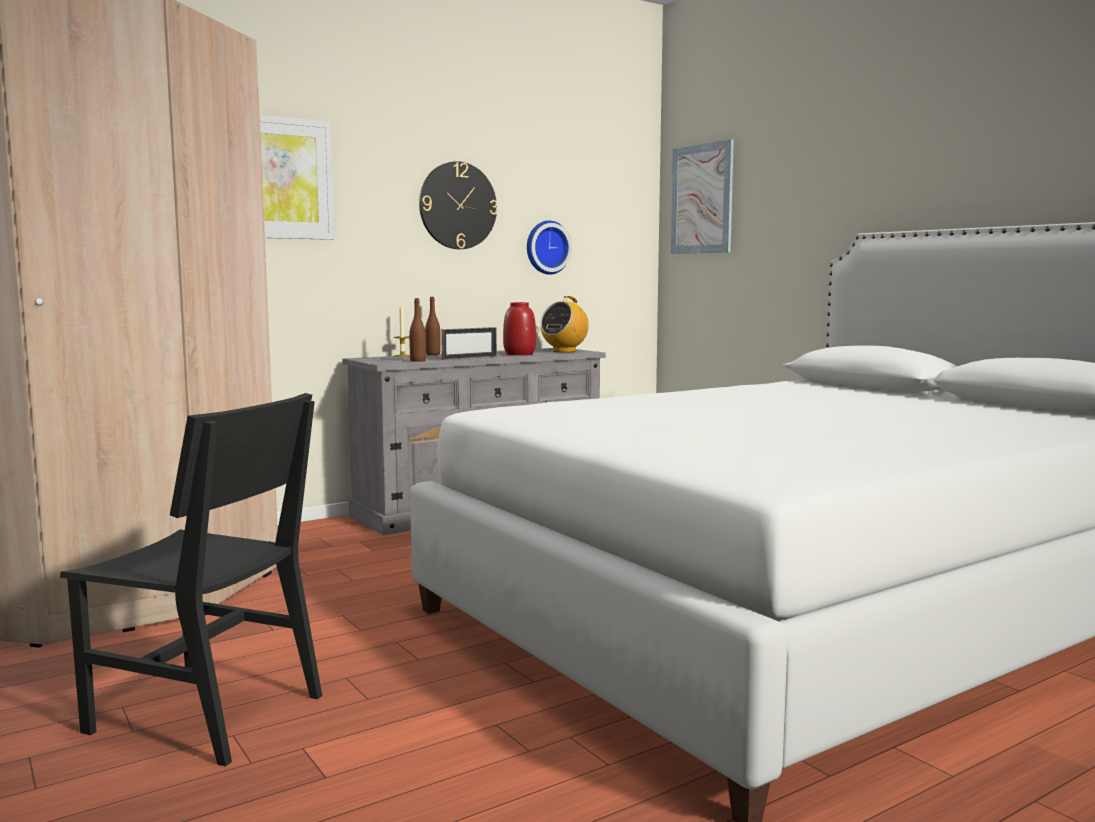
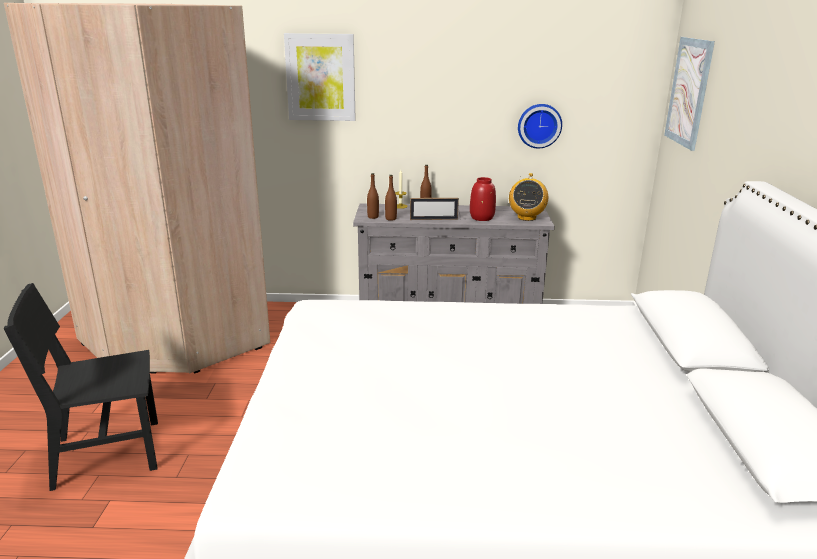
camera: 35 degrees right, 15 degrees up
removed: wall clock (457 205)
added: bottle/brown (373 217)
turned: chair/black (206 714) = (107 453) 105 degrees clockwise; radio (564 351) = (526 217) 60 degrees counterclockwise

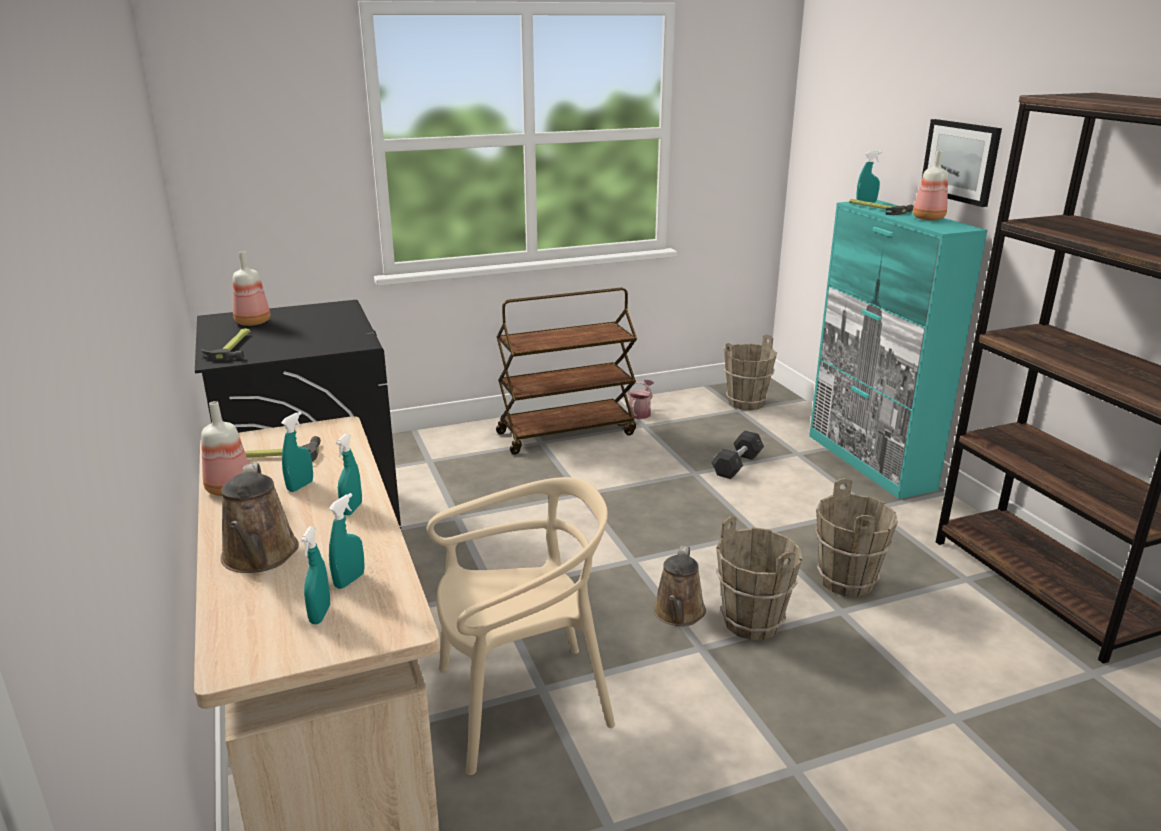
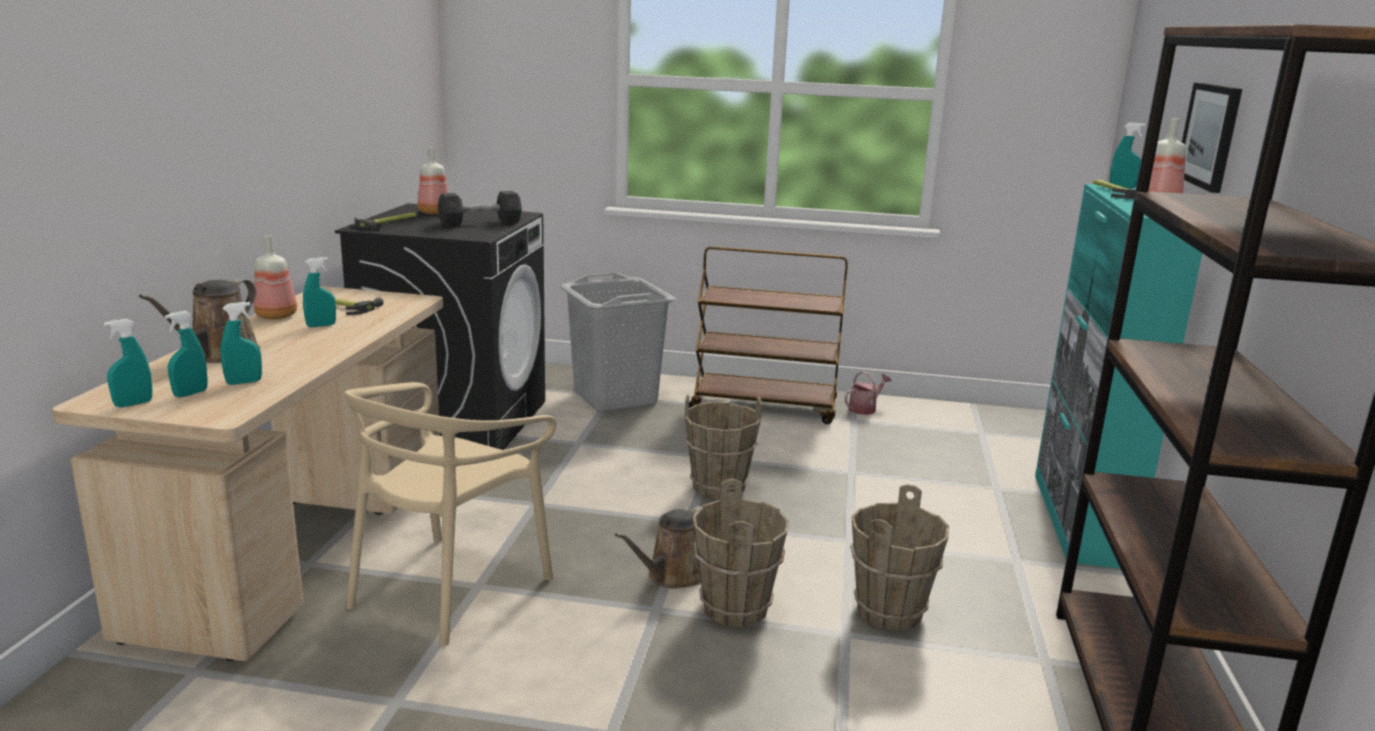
camera: 30 degrees right, 5 degrees down
added: laundry basket/grey (616 397)
moved: spray bottle/turquoise (352 509) to (133 404); dumbbell/grey (737 465) to (480 223); bucket/brown (746 403) to (719 488)
turned: chair/beige (522 703) = (449 588) 105 degrees clockwise

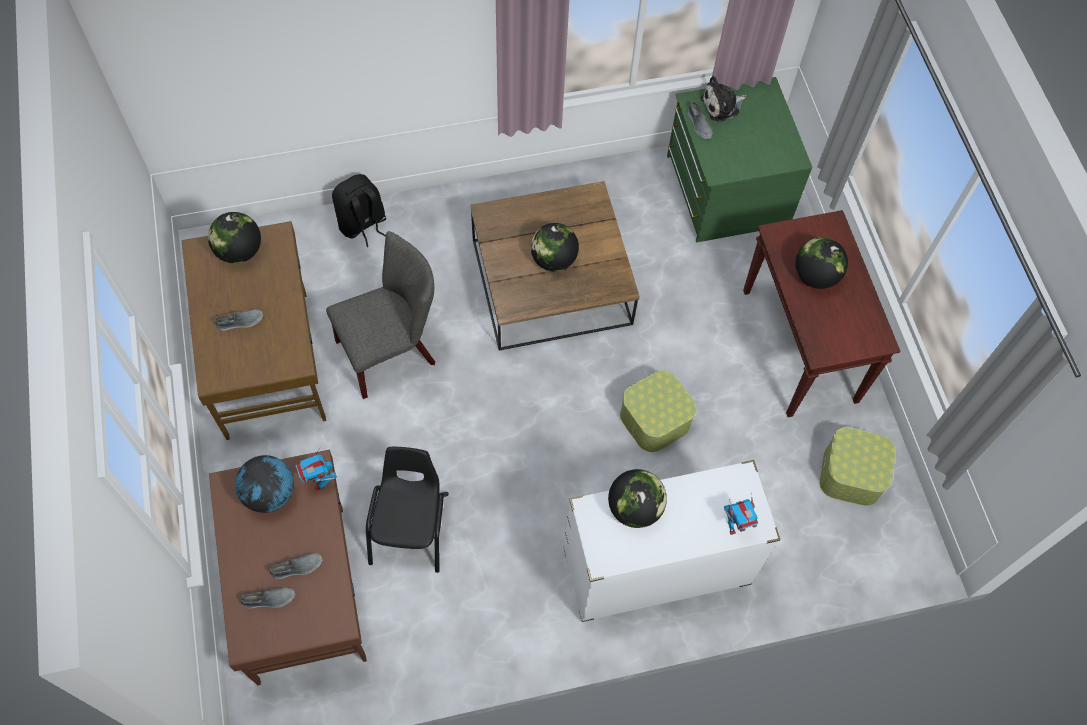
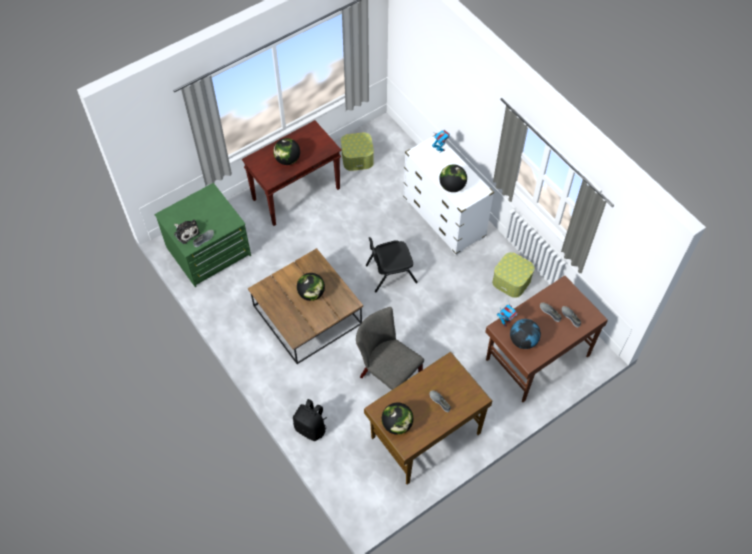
camera: 110 degrees left, 5 degrees down
moved: chair/black (411 528) to (390 273); storage box (654 419) to (511 280)

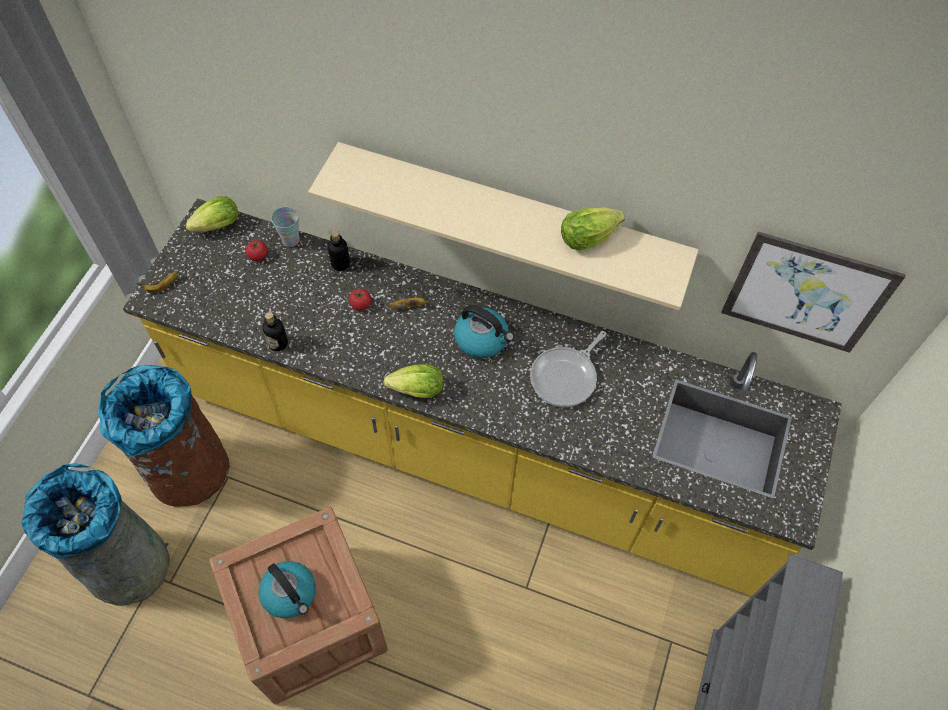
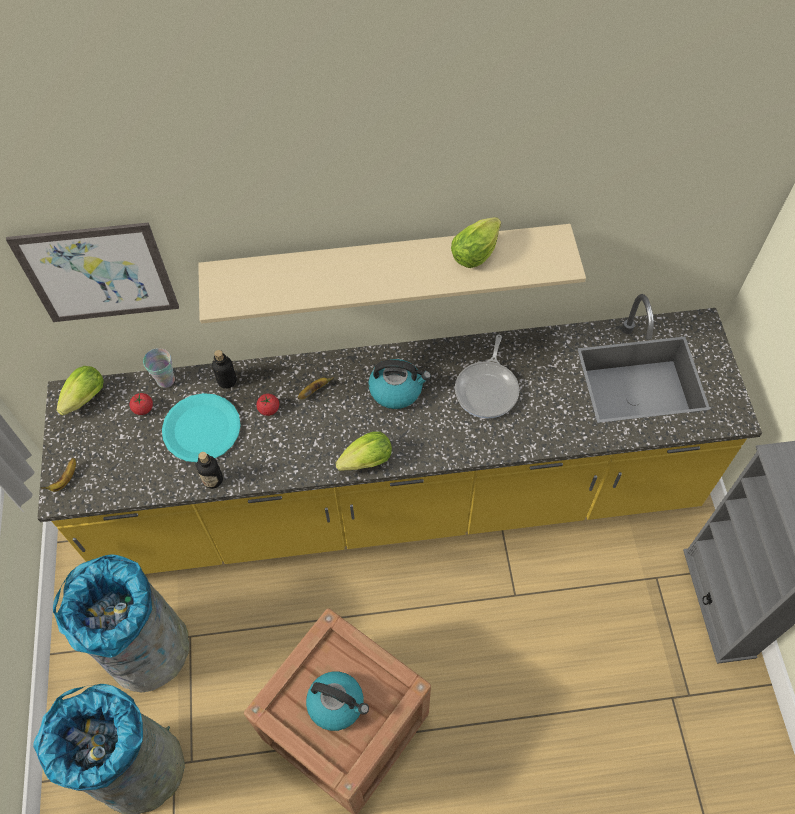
camera: 25 degrees left, 0 degrees up
added: plate/turquoise (201 429)
moved: picture (806 293) to (98 273)
recoloured: trash can/brown (188 471) to trash can/grey (147 650)

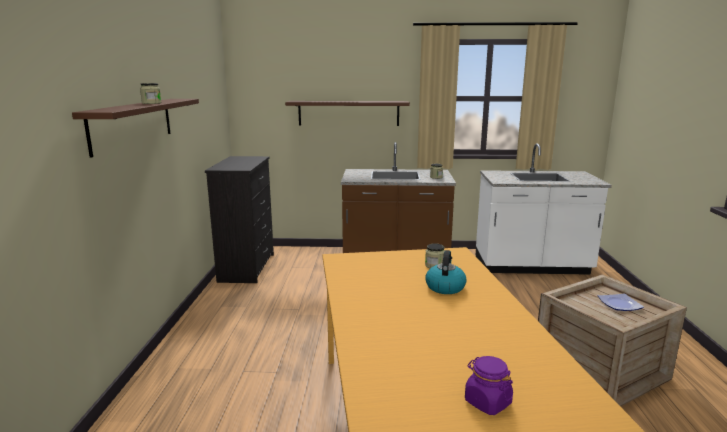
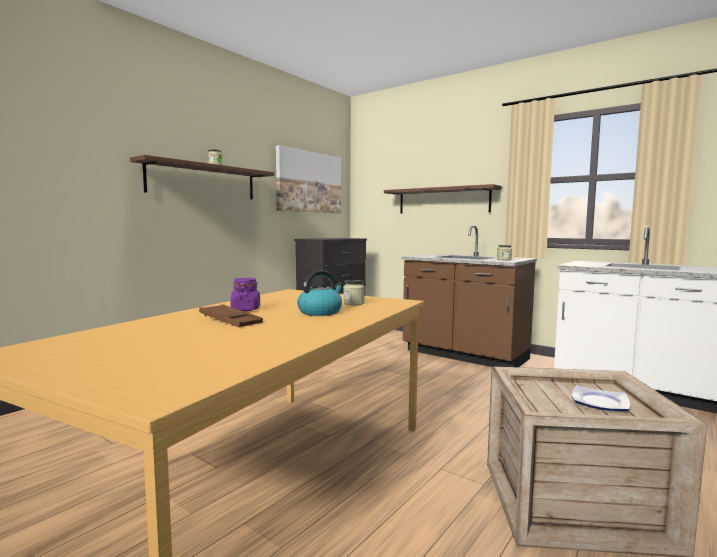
camera: 35 degrees right, 10 degrees down
added: tray/brown (230 321); picture (309 182)
moved: jar/purple (487 402) to (245 309)

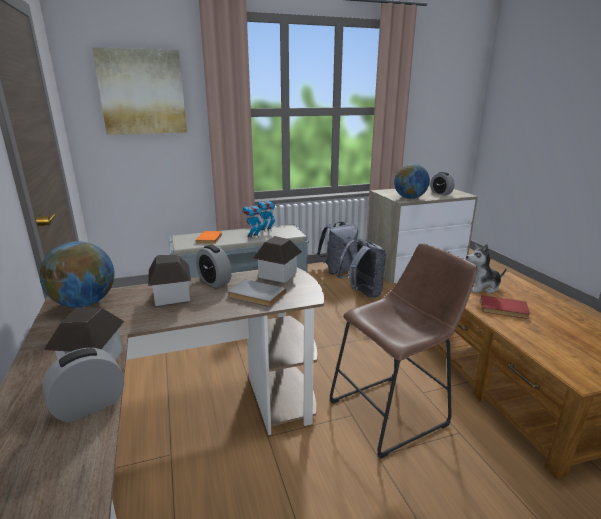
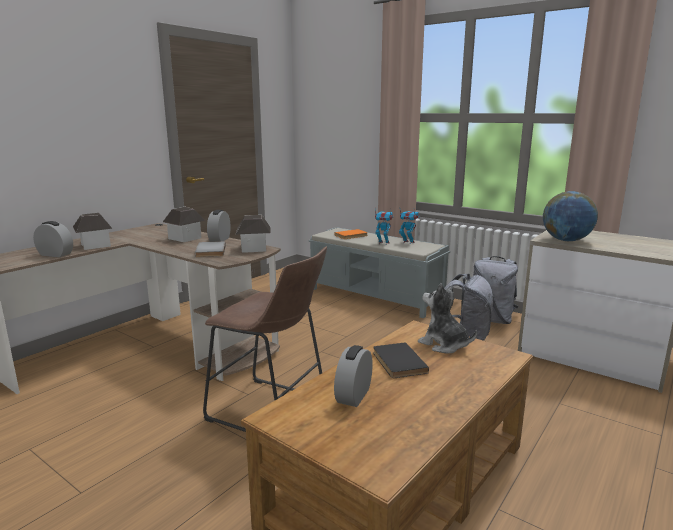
camera: 55 degrees right, 5 degrees down
removed: globe (84 303); picture (142 92)
moved: alarm clock (441 193) to (353 396)
recoloured: book/red (503 309) to book/black (397 362)

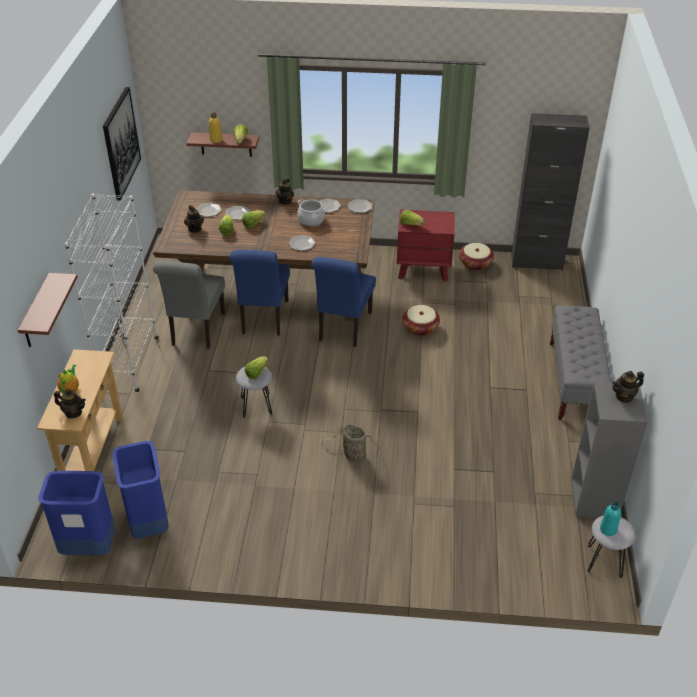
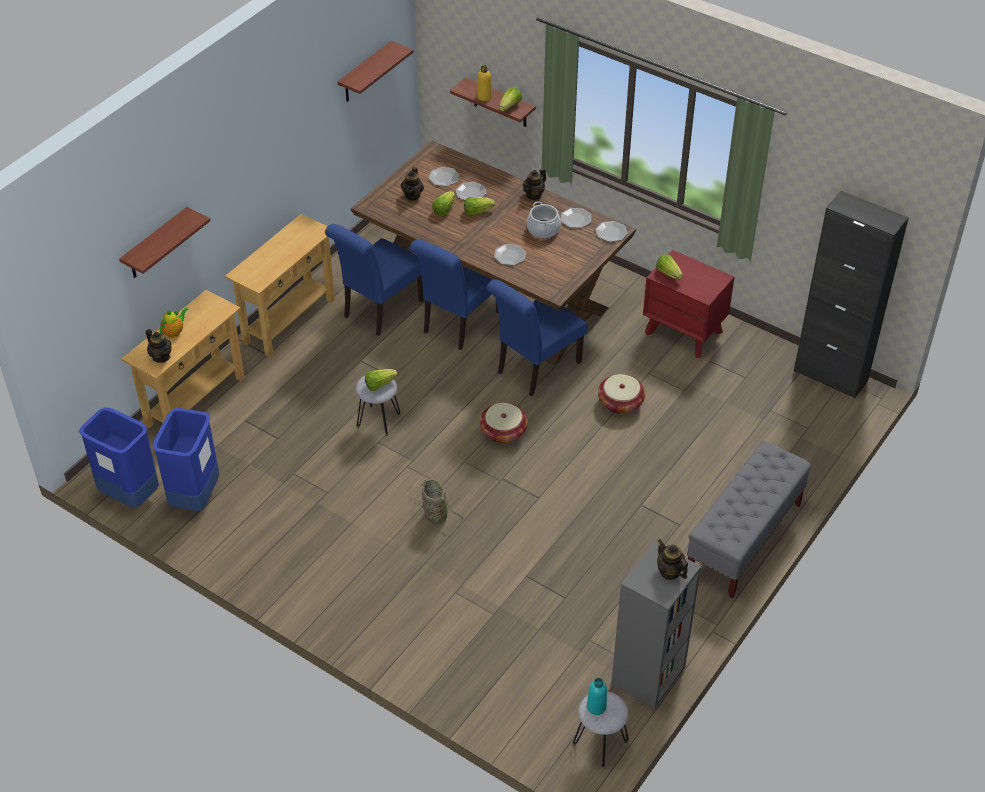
camera: 30 degrees right, 5 degrees up
moved: basket (475 264) to (503 432)
replaced: bookcase/white (129 363) to console table/beige (289 321); picture (121 143) to shelf (365 73)
recoloured: chair/grey (196 331) to chair/blue (379 311)
turned: teapot (624 396) = (670 572) 45 degrees clockwise

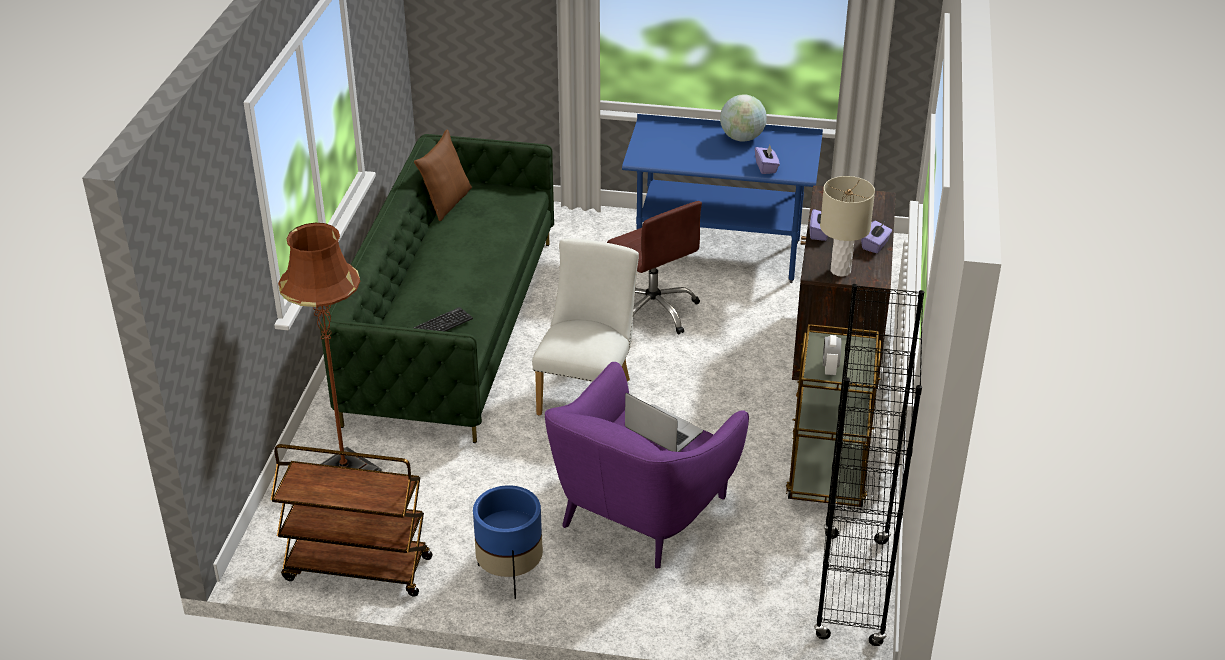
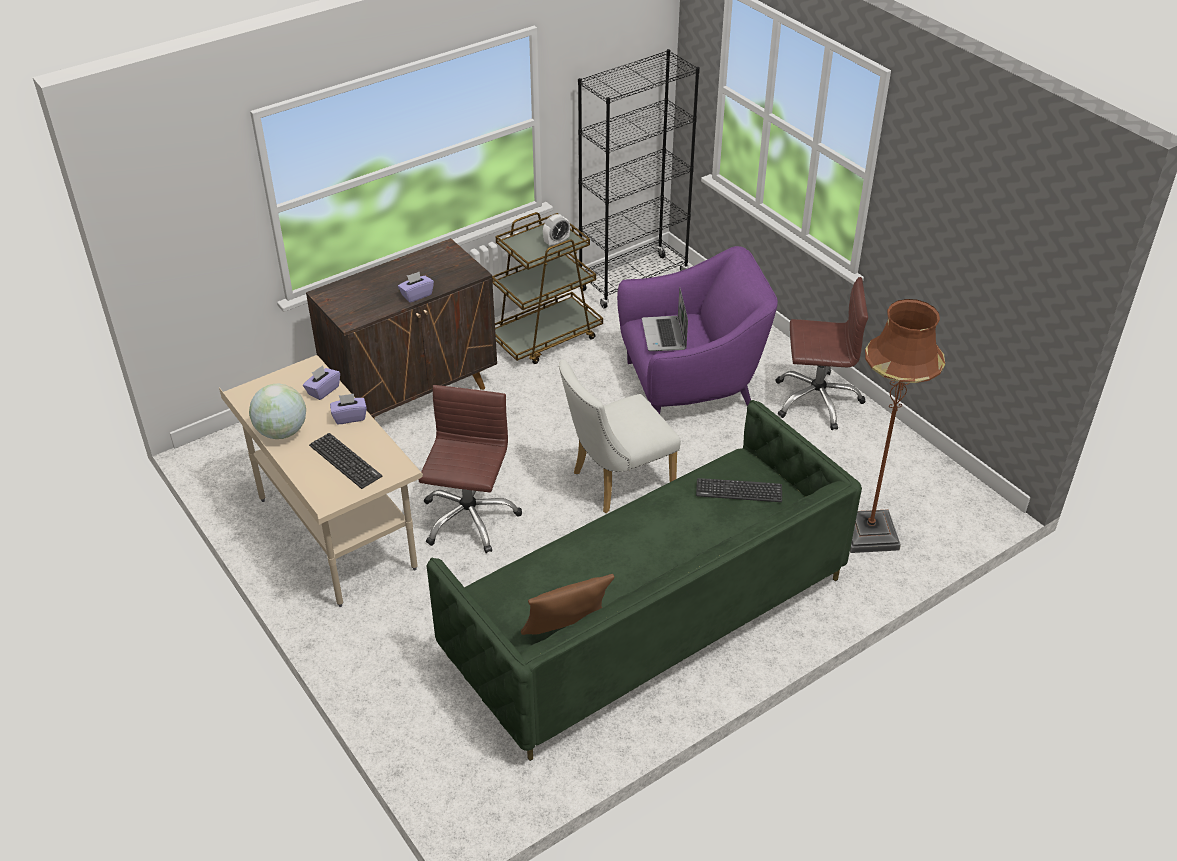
camera: 135 degrees left, 5 degrees up
removed: cart/brown (356 569); table lamp/beige (840 270)
added: keyboard (345 461)
moved: tissue box/purple (875 245) to (349 417)
replaced: planter/blue (510 573) to office chair/brown (816 400)
recoloured: desk/blue (718 254) to desk/beige (336 534)

